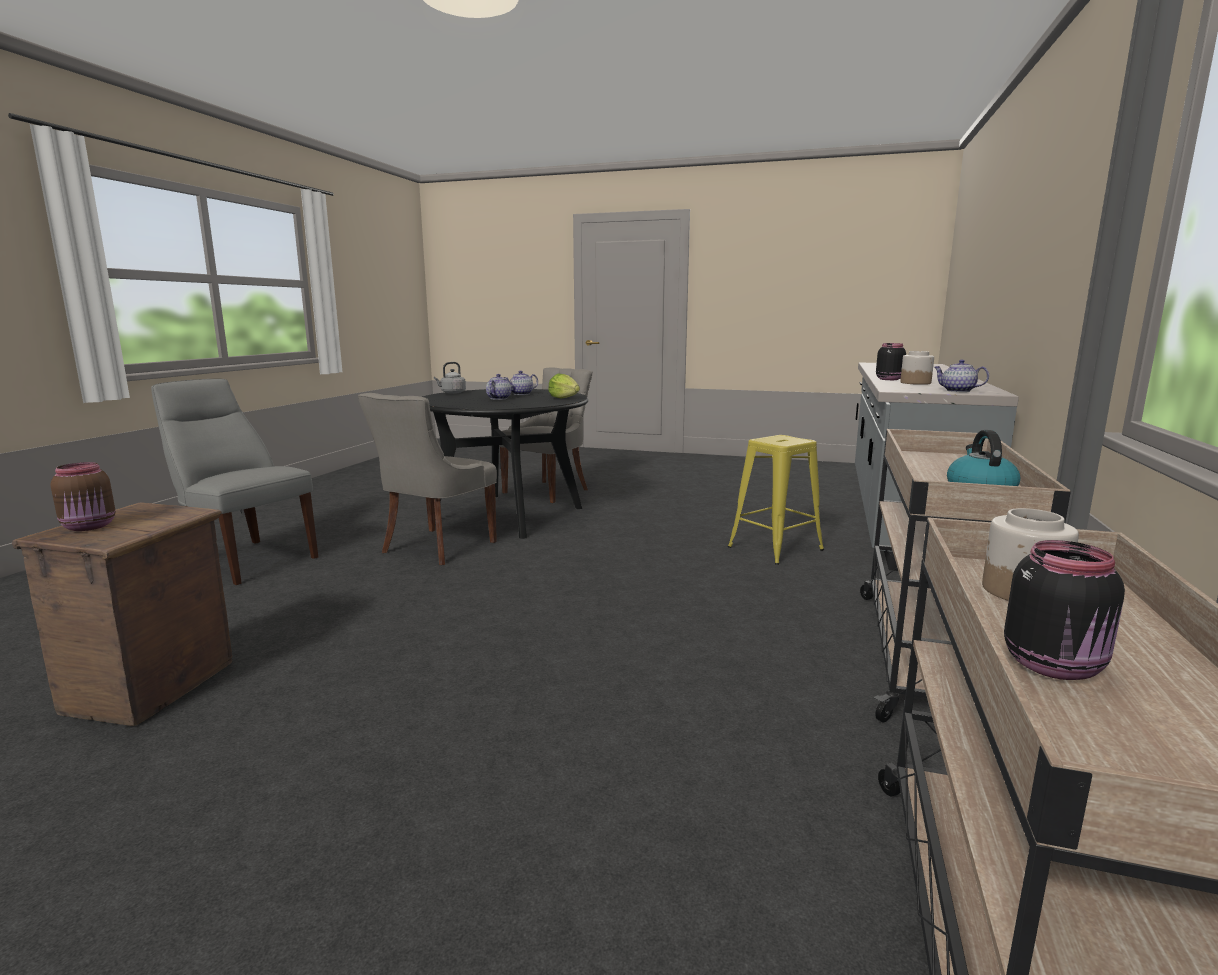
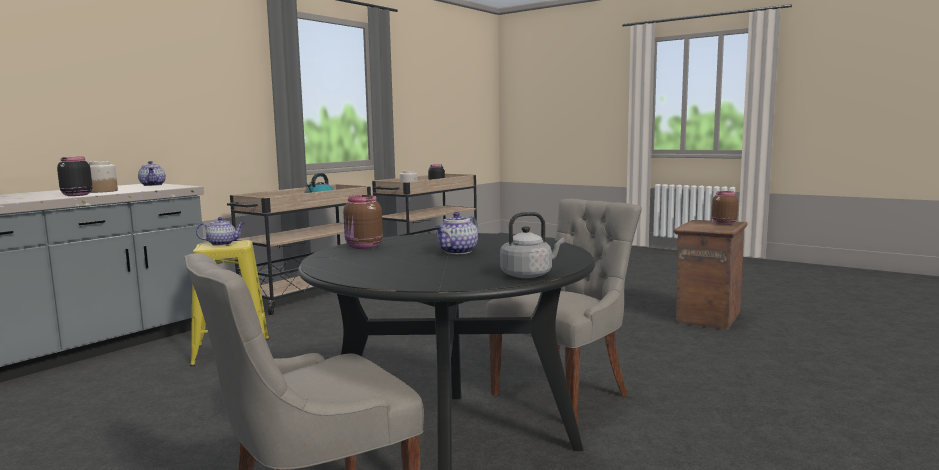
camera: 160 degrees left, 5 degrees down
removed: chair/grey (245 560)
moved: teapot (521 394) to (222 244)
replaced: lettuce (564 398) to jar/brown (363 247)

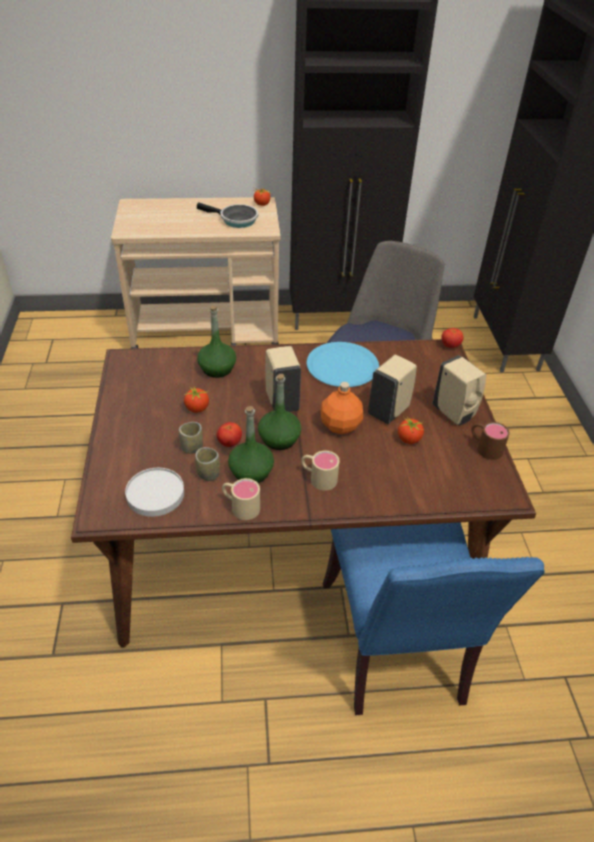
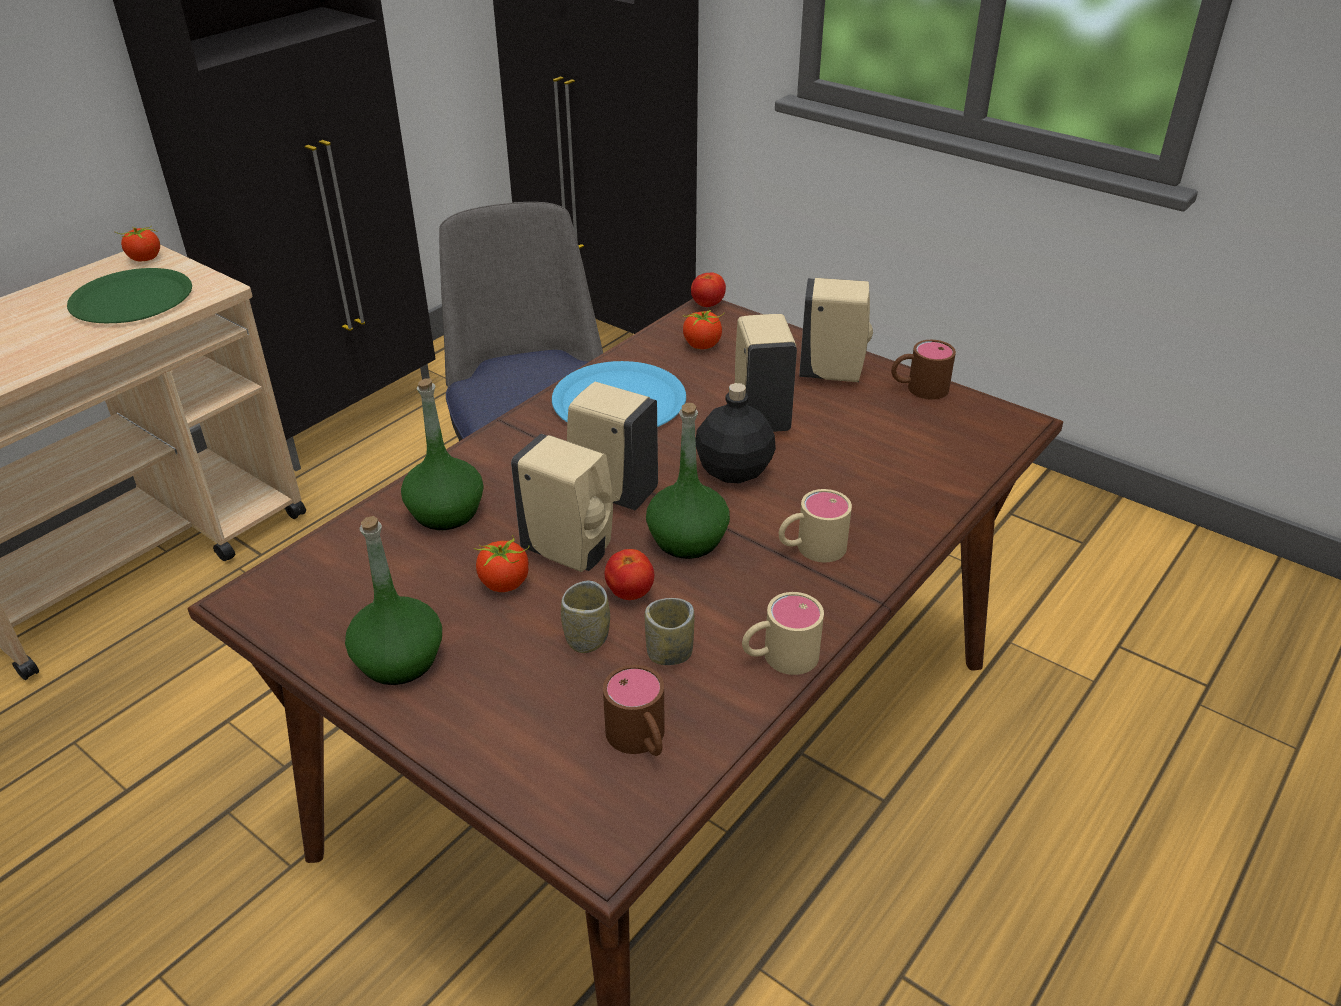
camera: 45 degrees left, 5 degrees down
removed: chair/blue (397 647)
added: soap dispenser/beige (570 553)
moved: bottle/green (251 472) to (399 660); tomato (409 439) to (702 345)
replaced: frying pan (235 220) to plate/green (132 299); plate/white (155 494) to mug/brown (641 741)
recoloured: bottle/orange (340 426) to bottle/black (735 471)

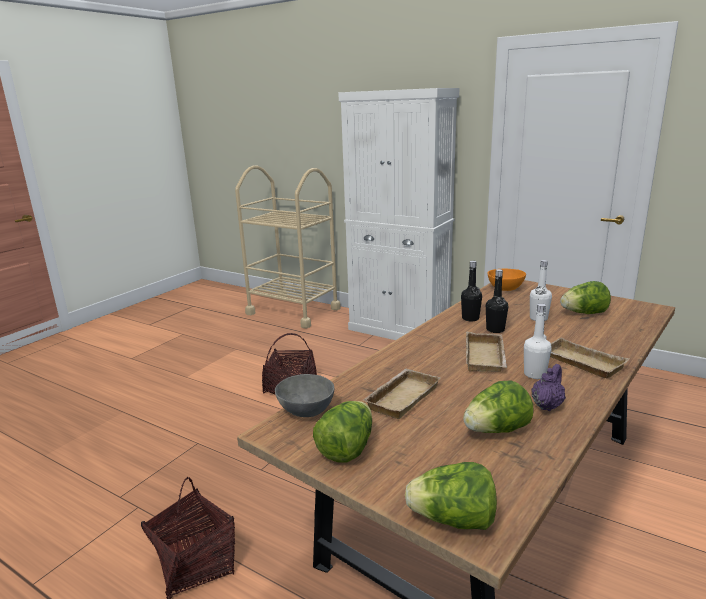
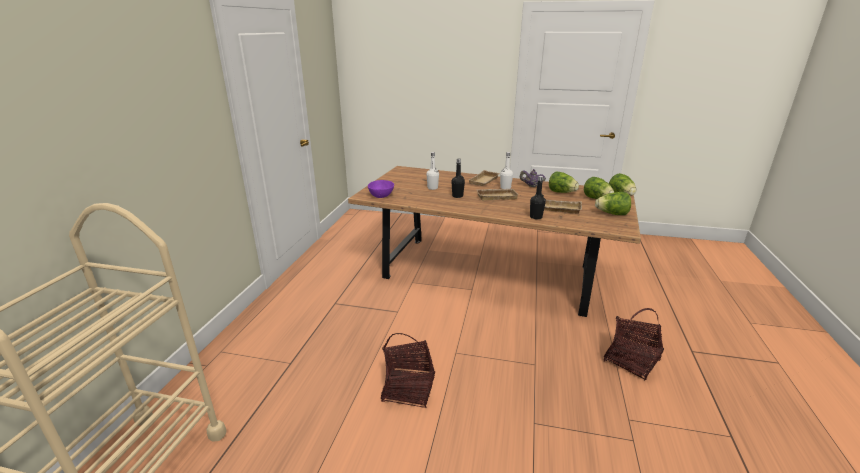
camera: 110 degrees left, 5 degrees up
removed: bowl/grey (305 410); cabinet/white (399 330)
moved: bottle/black (470 318) to (536 217); lettuce (583 313) to (597 199)
recoloured: bowl/orange (506 289) to bowl/purple (381 196)

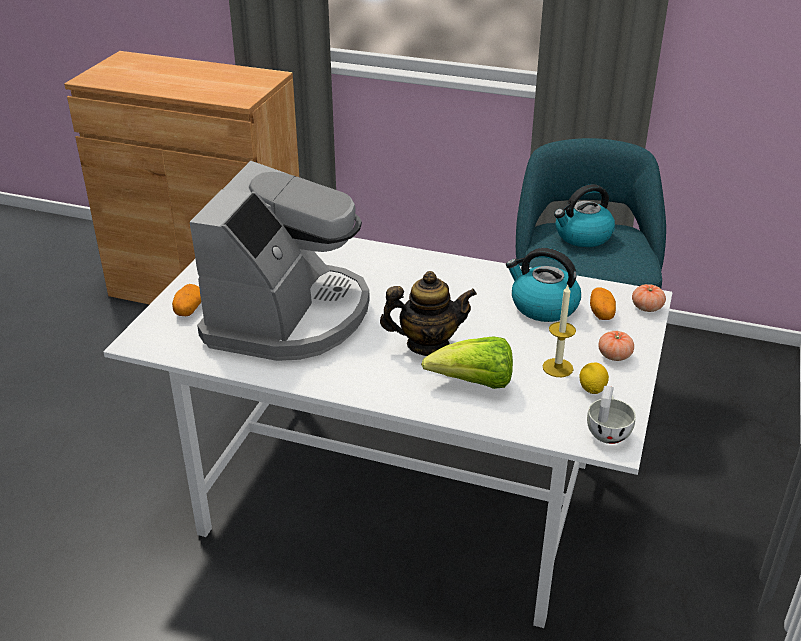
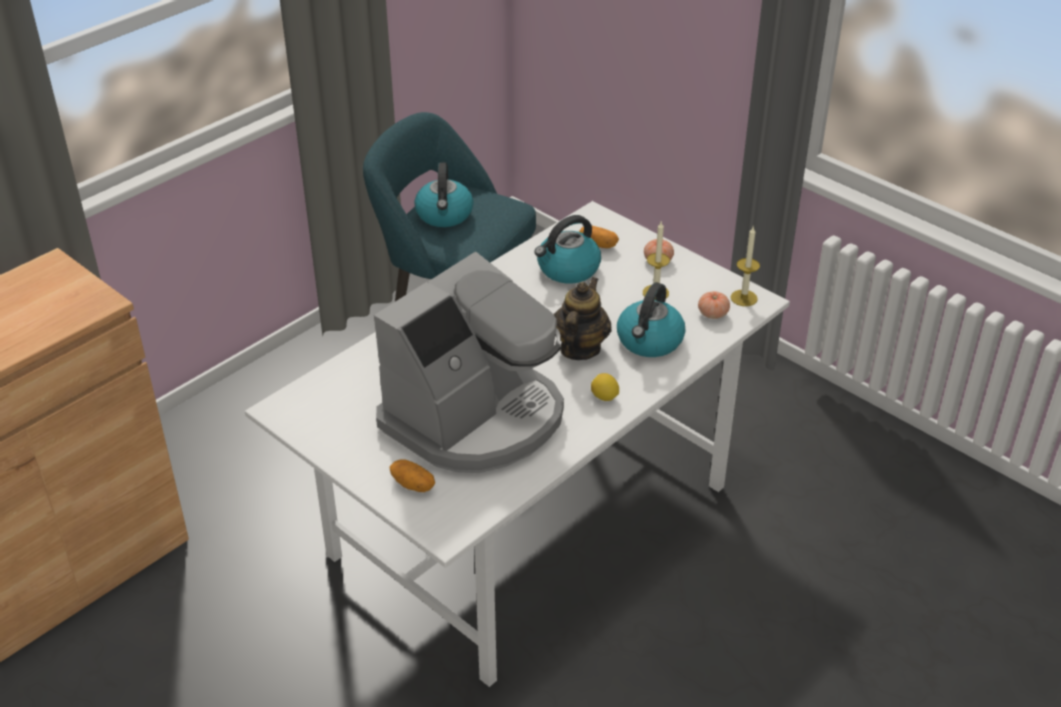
camera: 65 degrees left, 5 degrees up
moved: lemon (592 389) to (604 397); tomato (647 307) to (713 314)
replaced: lettuce (474 384) to kettle (649 341); cup/white (608 431) to candle (744 298)
turned: coffee machine (289 316) = (476 418) 90 degrees clockwise

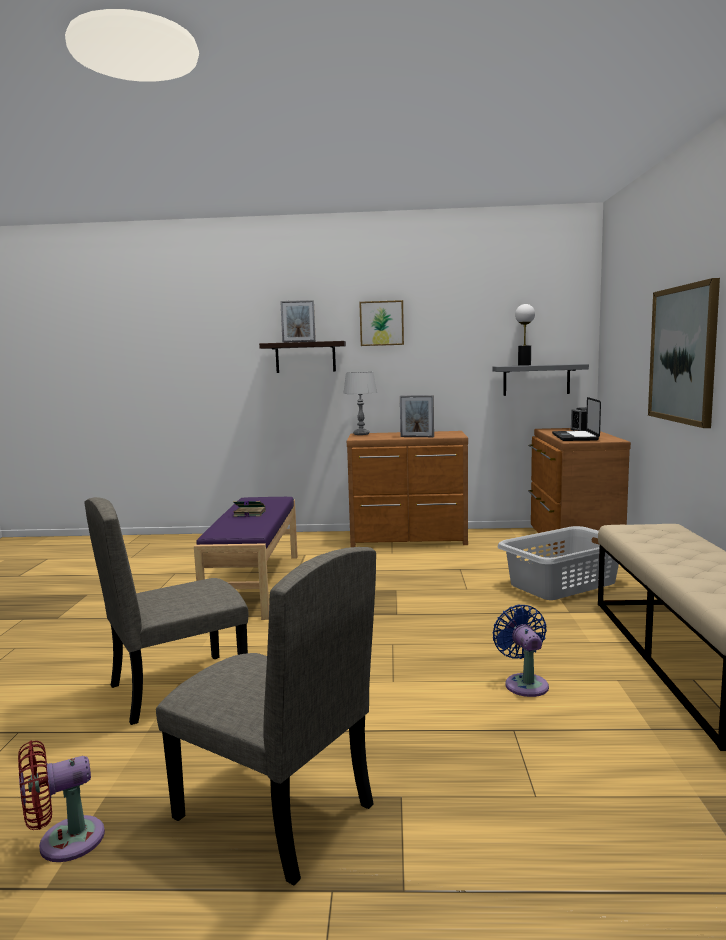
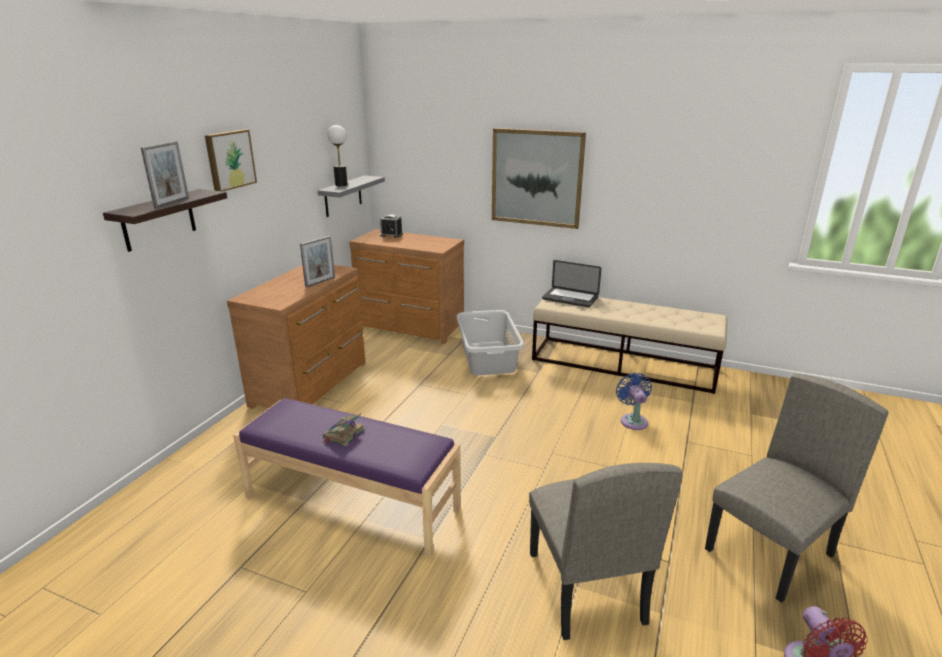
camera: 70 degrees left, 15 degrees up
removed: table lamp/grey (361 434)
moved: laptop (575 437) to (570 298)
turned: fan/blue (524 683) = (633 420) 75 degrees clockwise

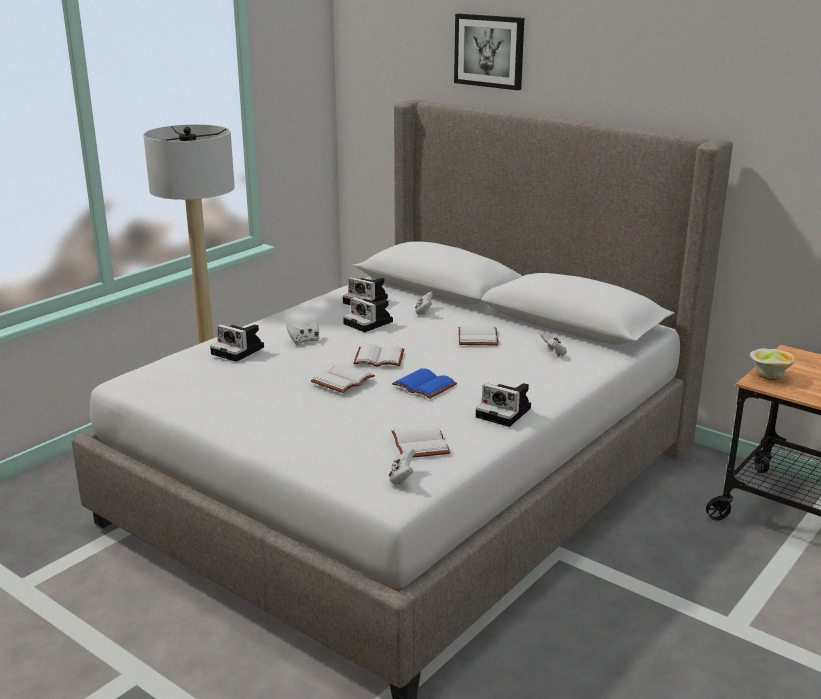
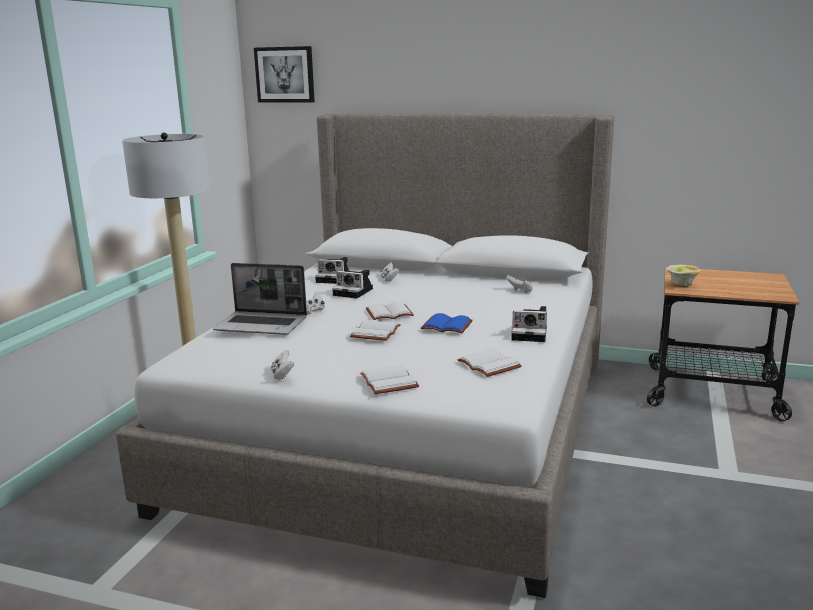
camera: 20 degrees left, 5 degrees down
moved: picture (489 51) to (285 74); game controller/white (402 478) to (282 375); book/white (479 338) to (391 382)
replaced: photo camera (239 351) to laptop (262 325)

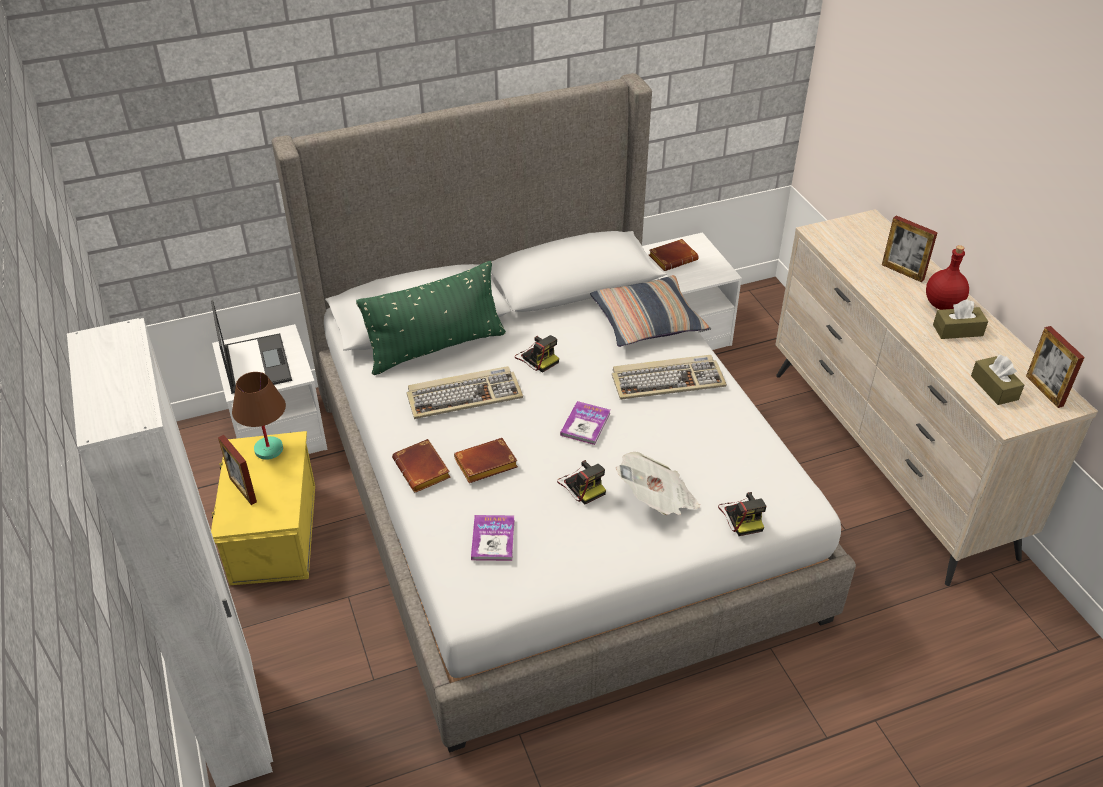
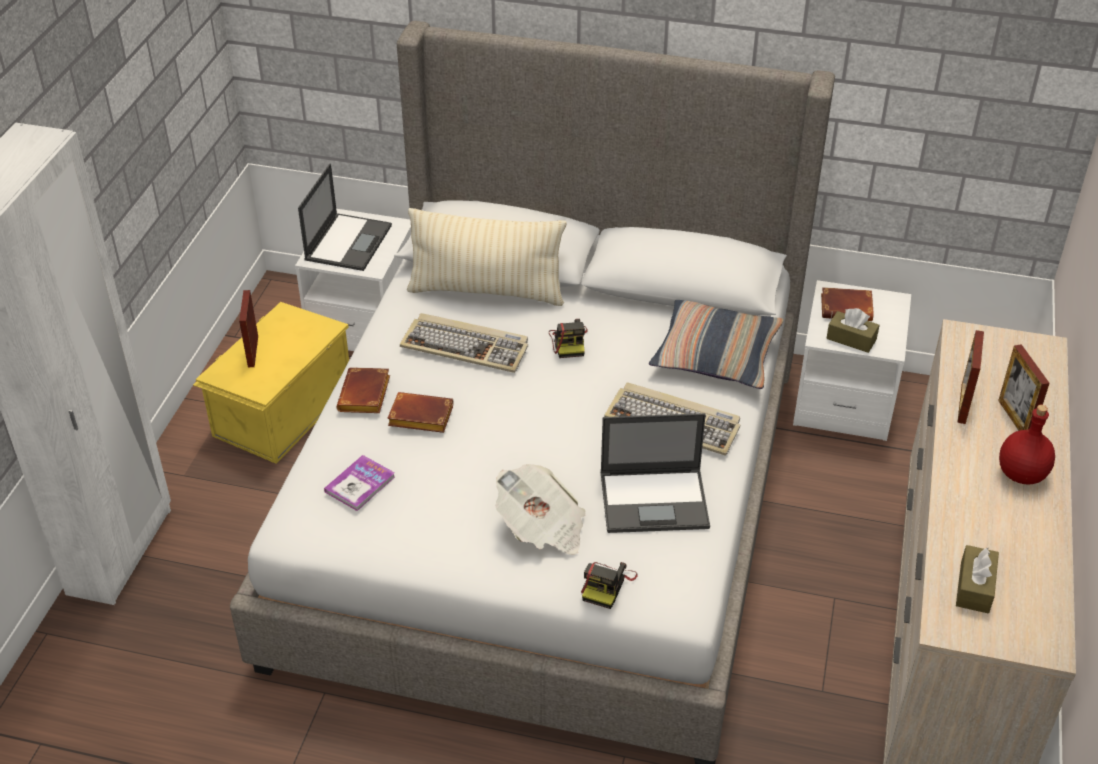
camera: 35 degrees right, 0 degrees up
removed: table lamp/brown (269 449); photo camera (582 485); book (585 424)
added: laptop (655 500)
moved: tissue box/brown (957 330) to (851 339); picture frame (1044 391) to (963 404)
recoloured: pillow/green (436 348) to pillow/beige (486 291)

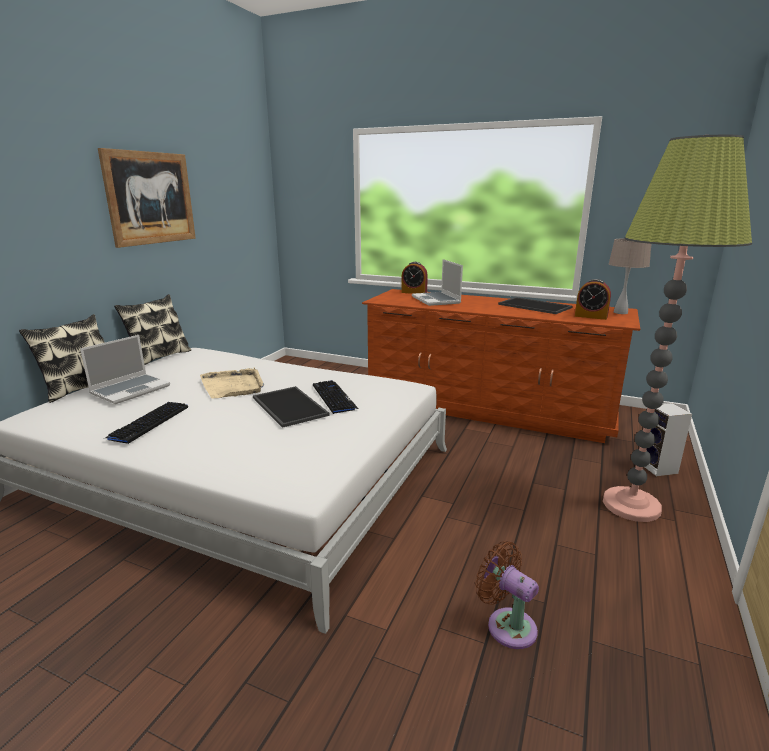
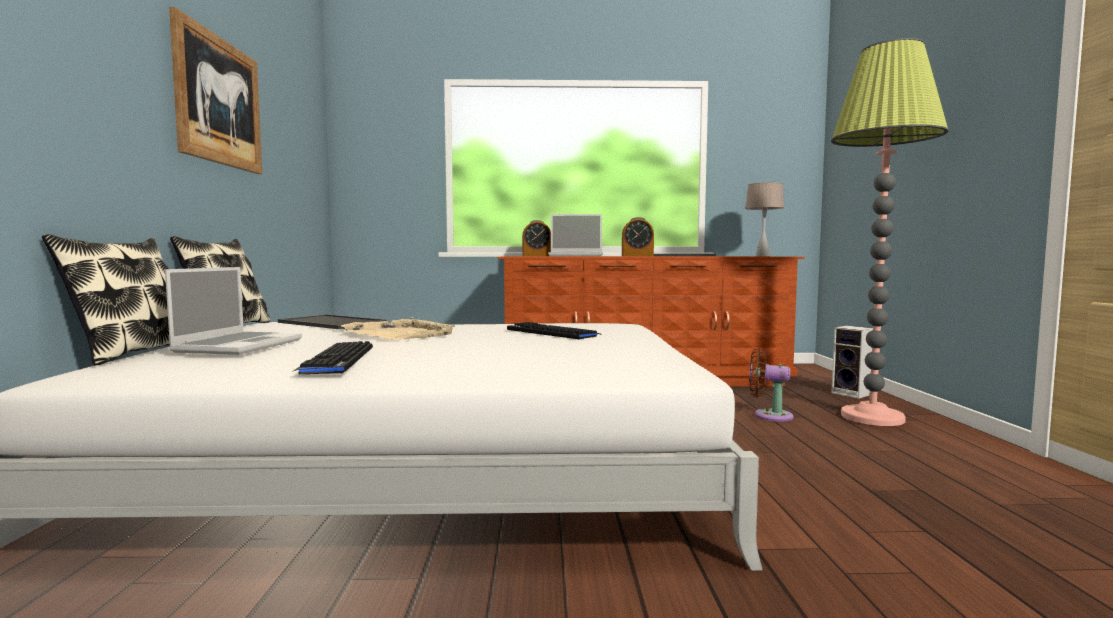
camera: 25 degrees left, 15 degrees down
moved: tray (288 406) to (329 323); alarm clock (591 316) to (637 256); fan/brown (507 625) to (768 415)
turned: laptop (436 300) = (576 256) 45 degrees counterclockwise

